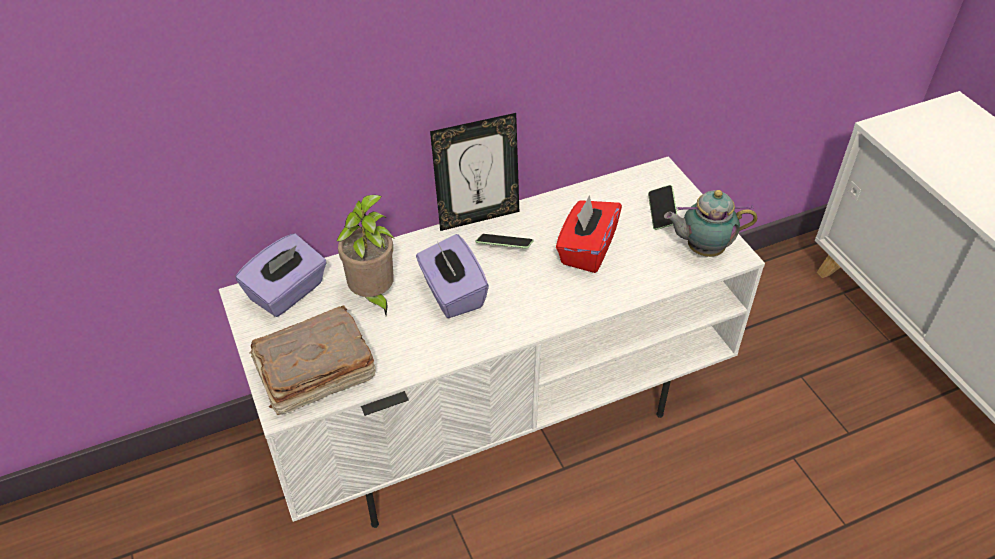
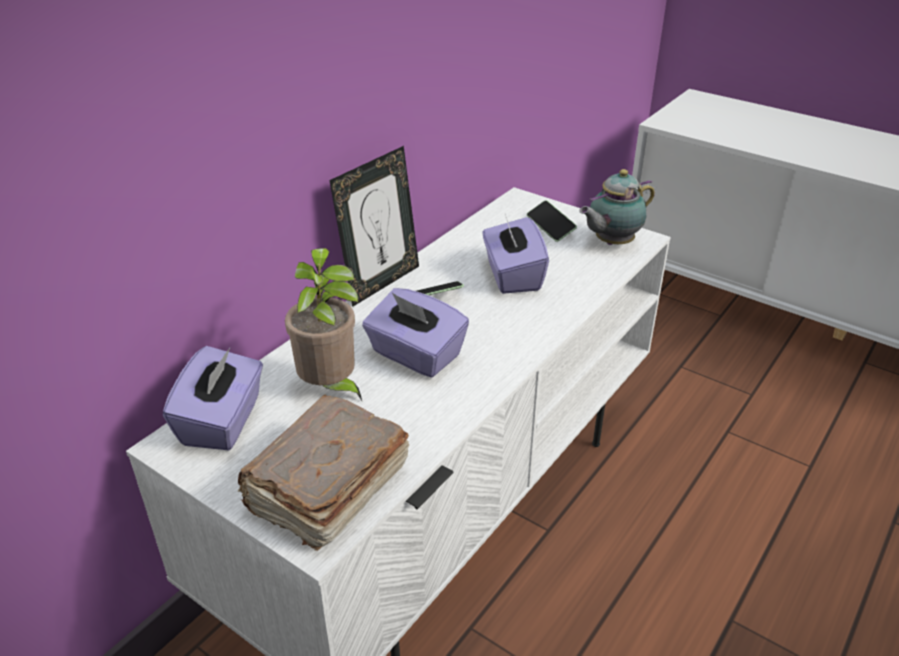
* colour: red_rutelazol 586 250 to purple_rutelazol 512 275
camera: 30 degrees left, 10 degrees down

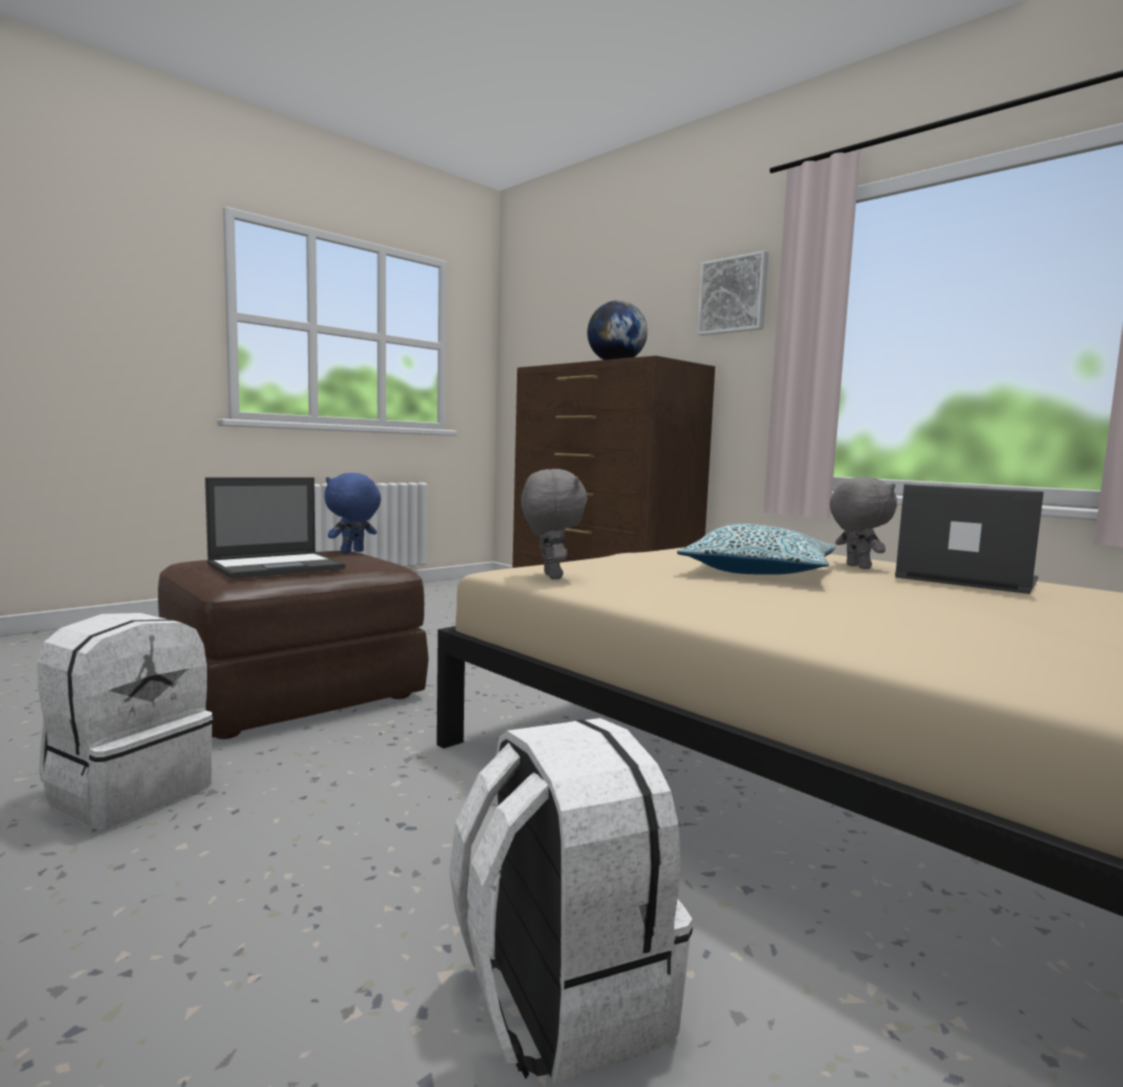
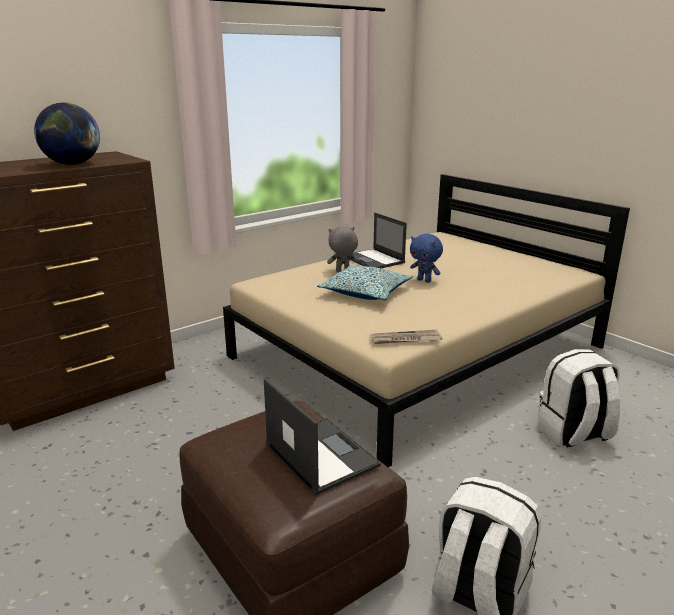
* missing: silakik 733 295
* relocated: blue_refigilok 353 552 to 424 280
* exchanged: grey_refigilok 550 576 to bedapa 405 339
* spun: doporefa 964 579 = 374 260 75 degrees counterclockwise
camera: 85 degrees left, 15 degrees up

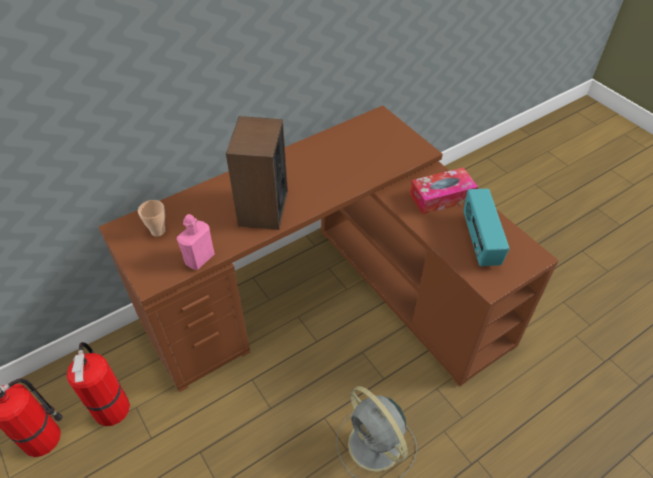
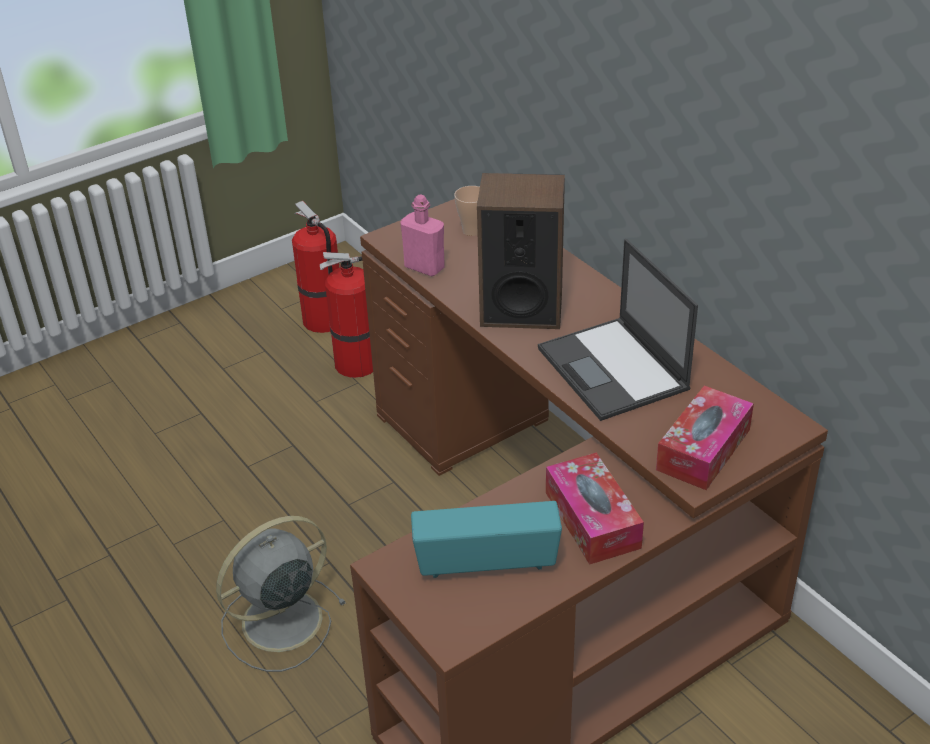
* appeared: doporefa 614 370
* appeared: rutelazol 703 449
camera: 90 degrees right, 10 degrees down

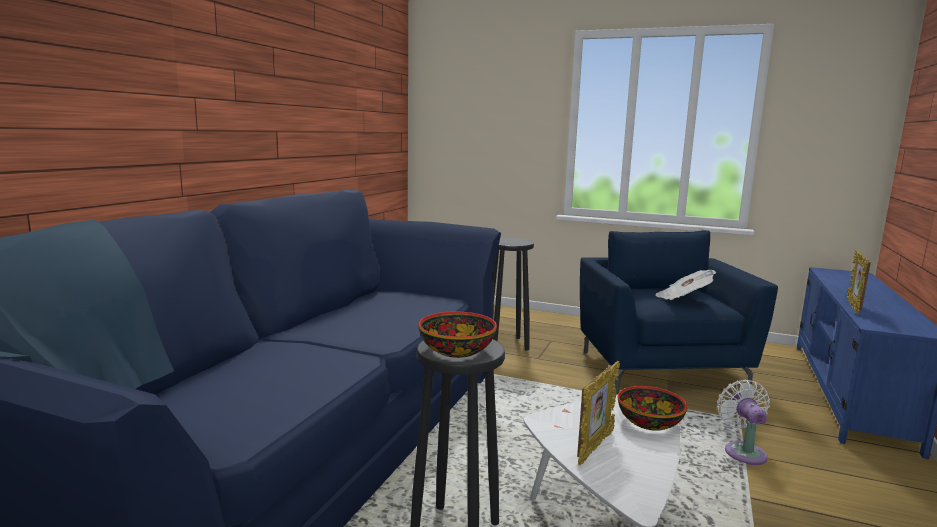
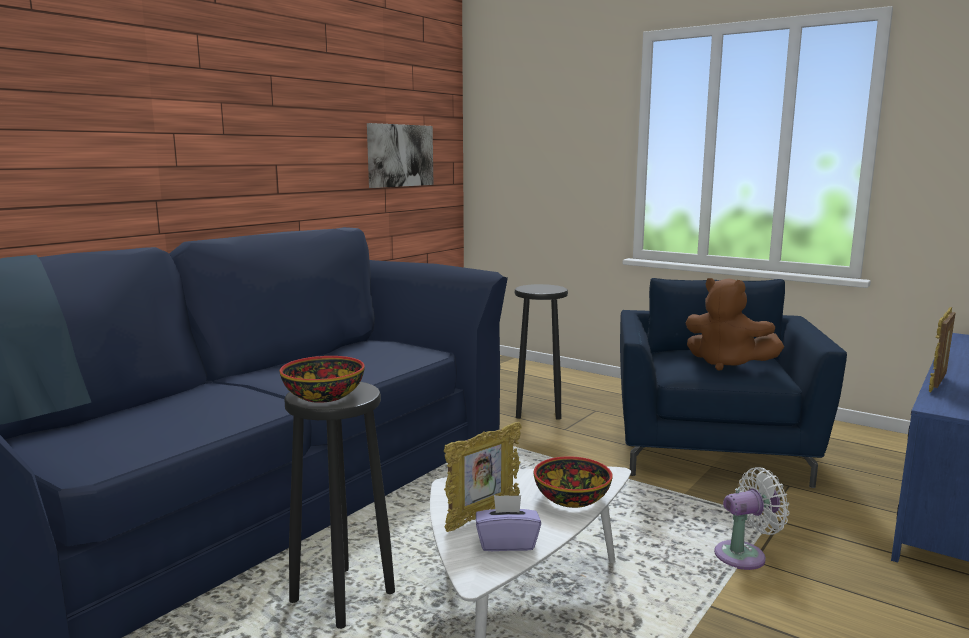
* appeared: silakik 400 155
* appeared: purple_rutelazol 507 543
* exchanged: bedapa 683 298 to brown_refigilok 726 364
* spun: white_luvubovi 743 451 = 745 555 60 degrees clockwise
camera: 15 degrees right, 0 degrees up

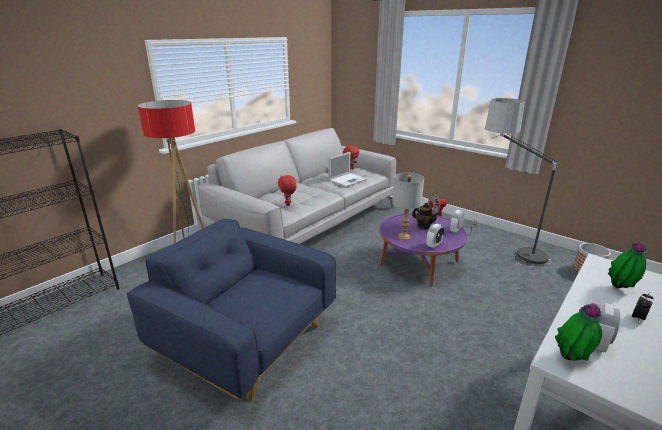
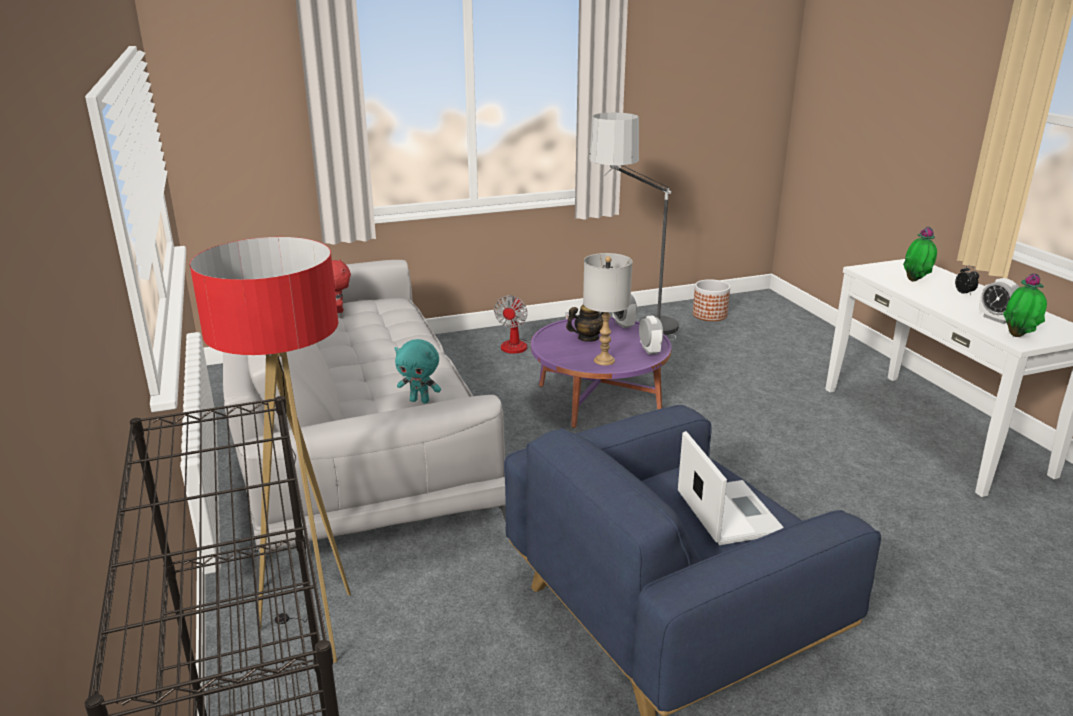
* relocated: doporefa 348 180 to 727 512
* colour: red_refigilok 288 204 to turquoise_refigilok 420 400
camera: 60 degrees left, 0 degrees up

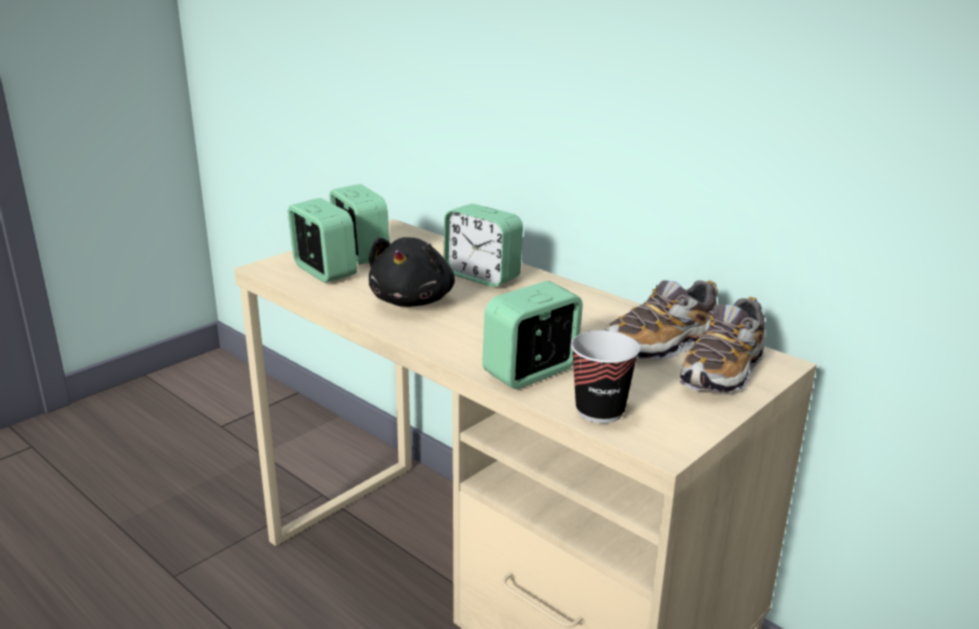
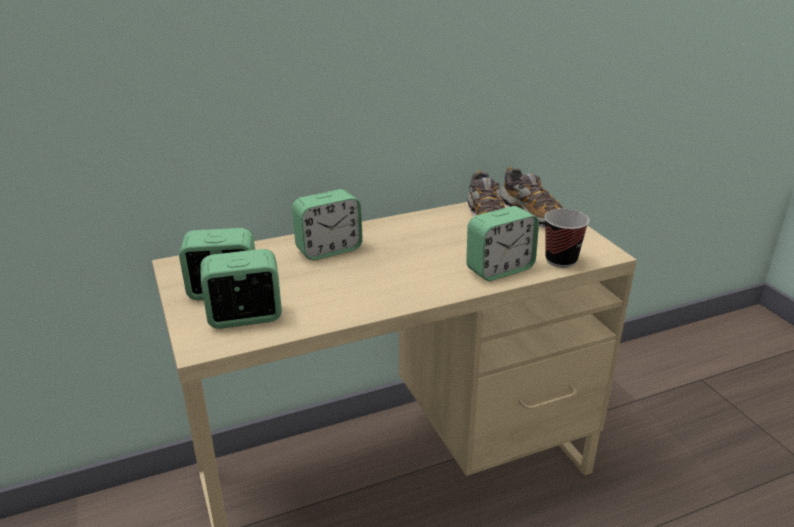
* missing: black_refigilok 413 300
* spun: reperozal 531 372 = 499 269 105 degrees counterclockwise
camera: 65 degrees left, 5 degrees up

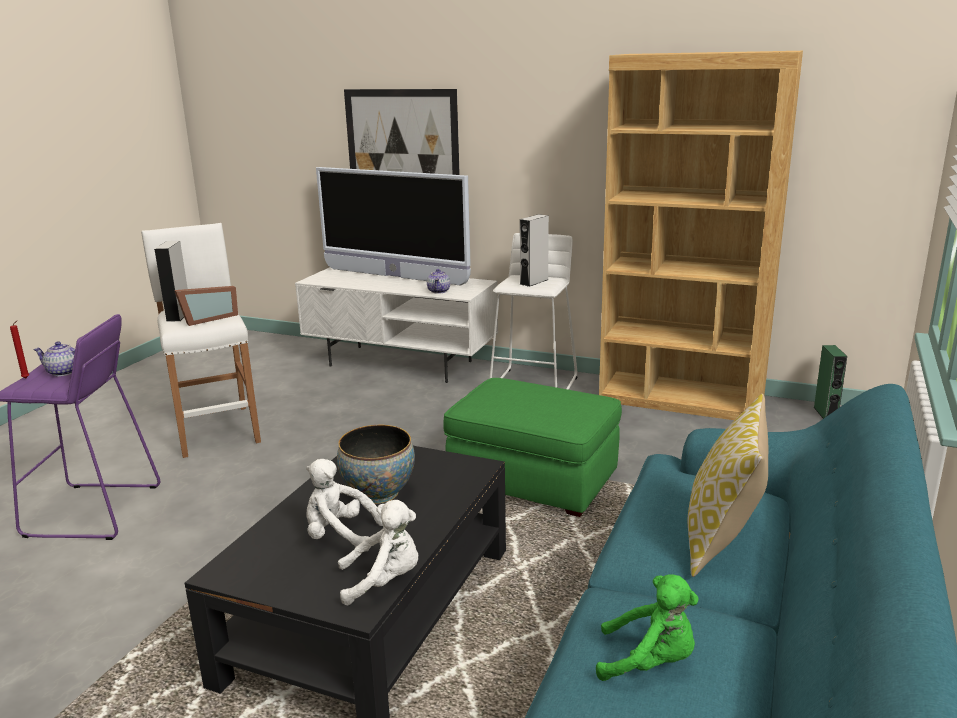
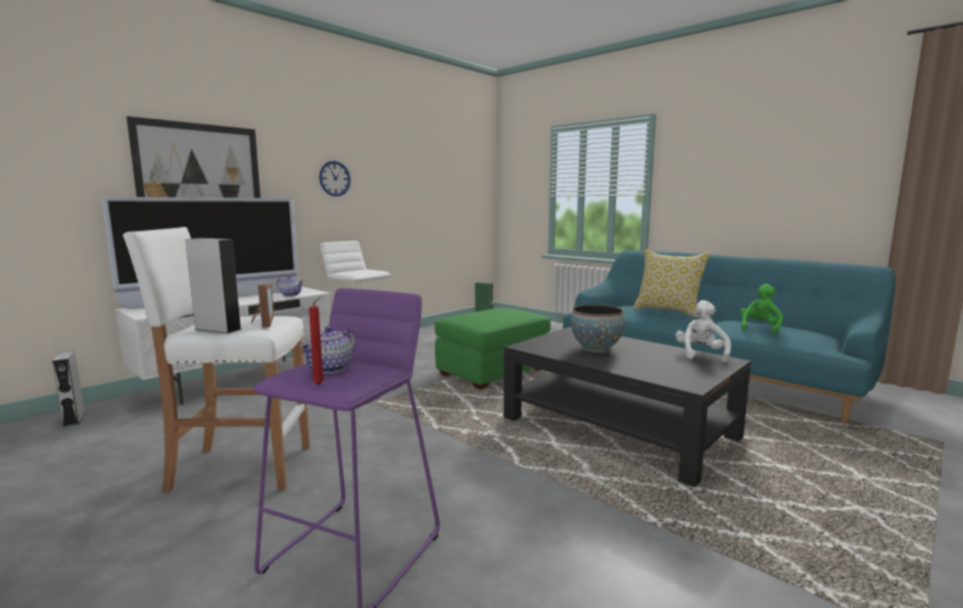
* missing: white_refigilok 340 536
* missing: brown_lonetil 681 400
* appeared: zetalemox 334 178
* relocated: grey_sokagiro 534 282 to 74 419
camera: 70 degrees left, 10 degrees down

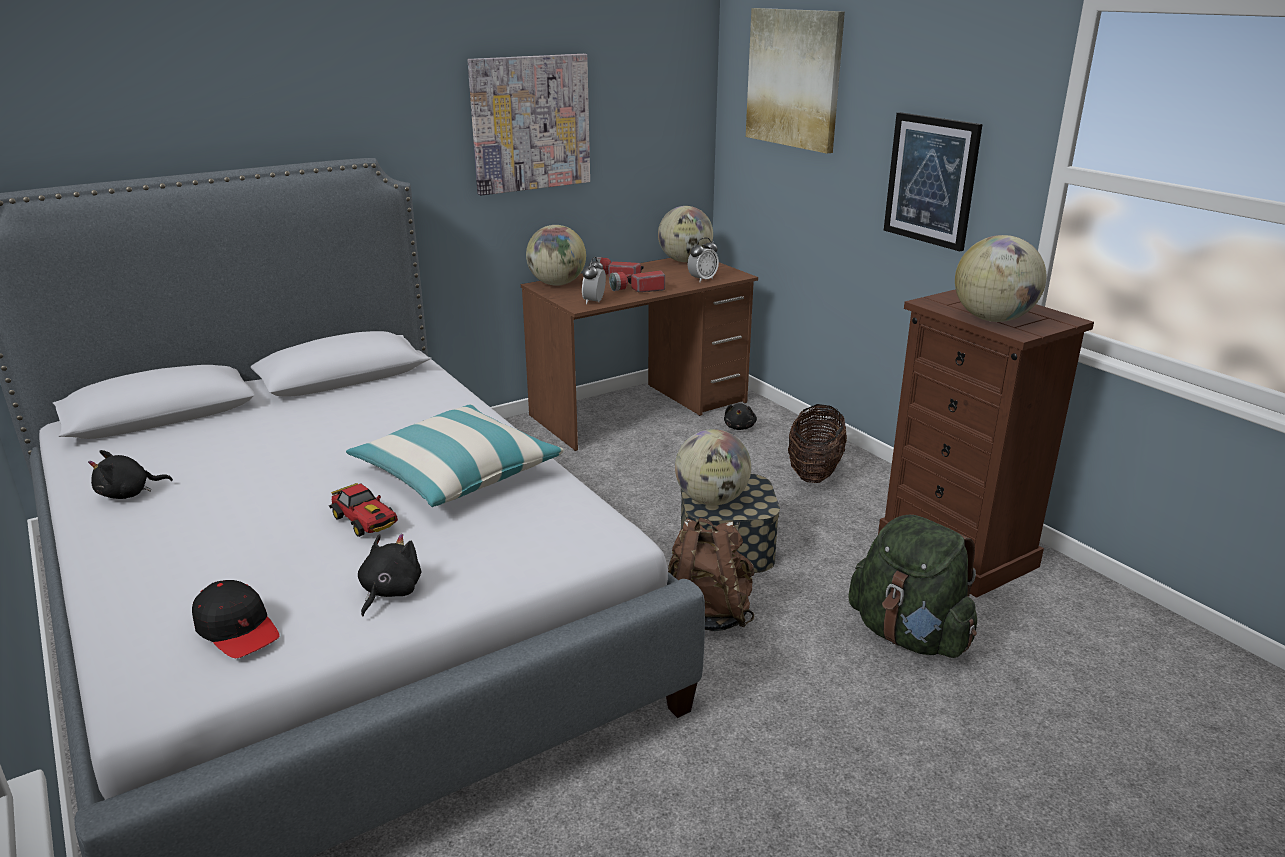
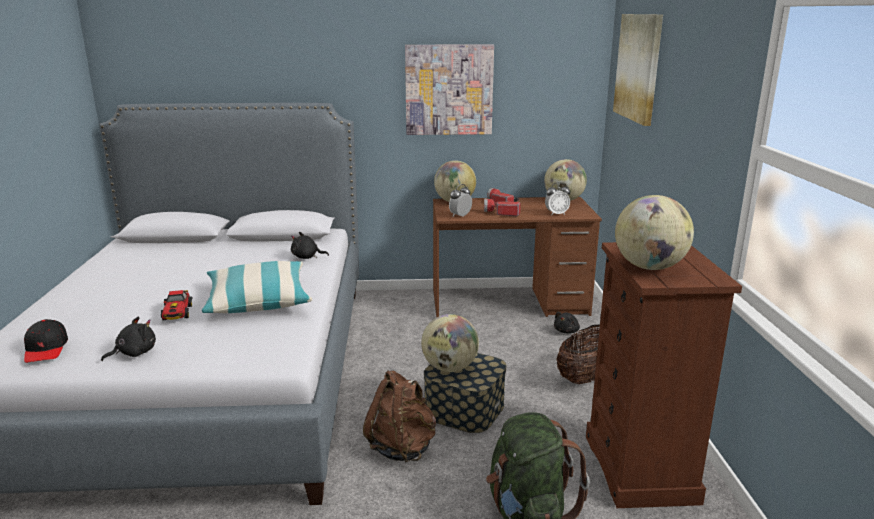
* missing: silakik 931 180
* relocated: black_refigilok 128 493 to 307 257
camera: 30 degrees right, 5 degrees down

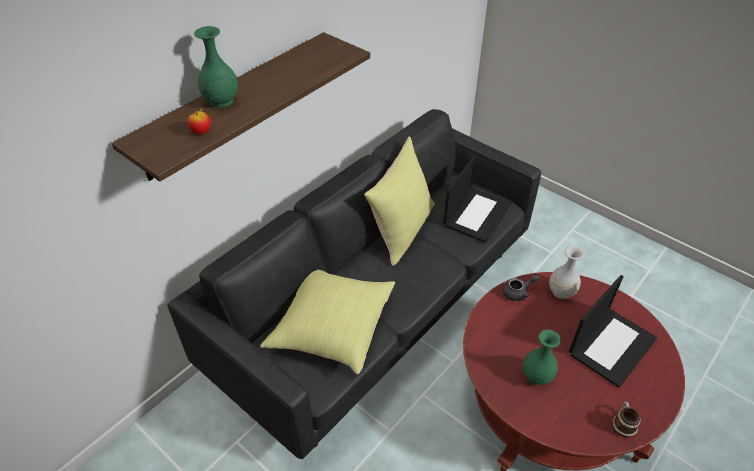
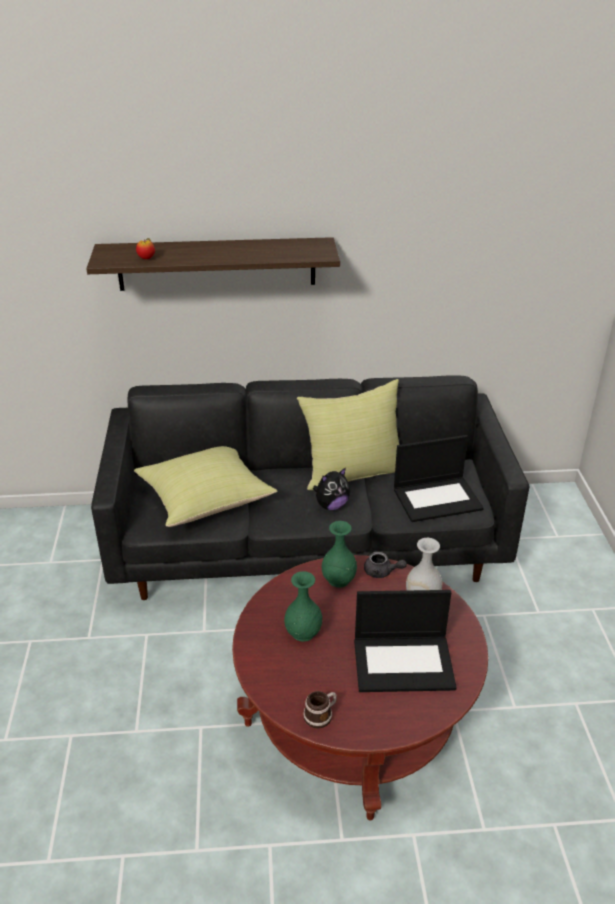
* appeared: refigilok 331 505
* relocated: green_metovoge 221 101 to 338 580
camera: 45 degrees right, 10 degrees down

